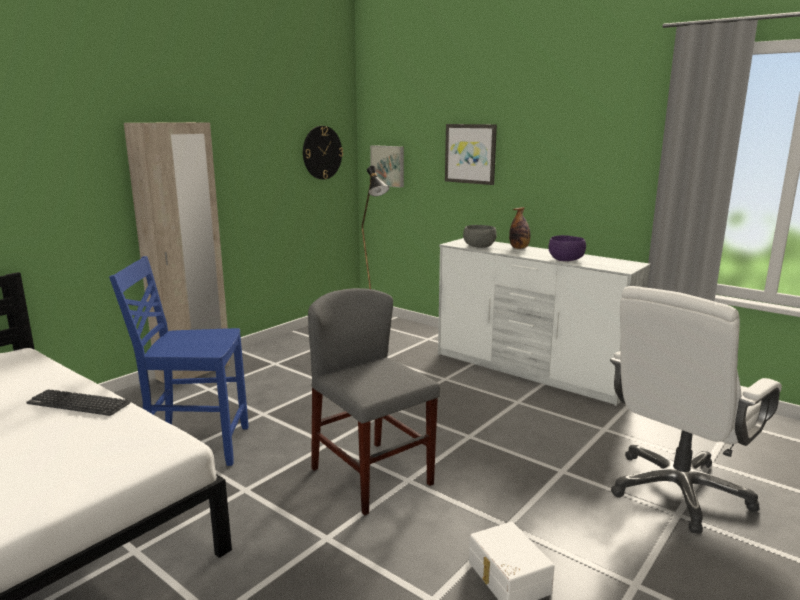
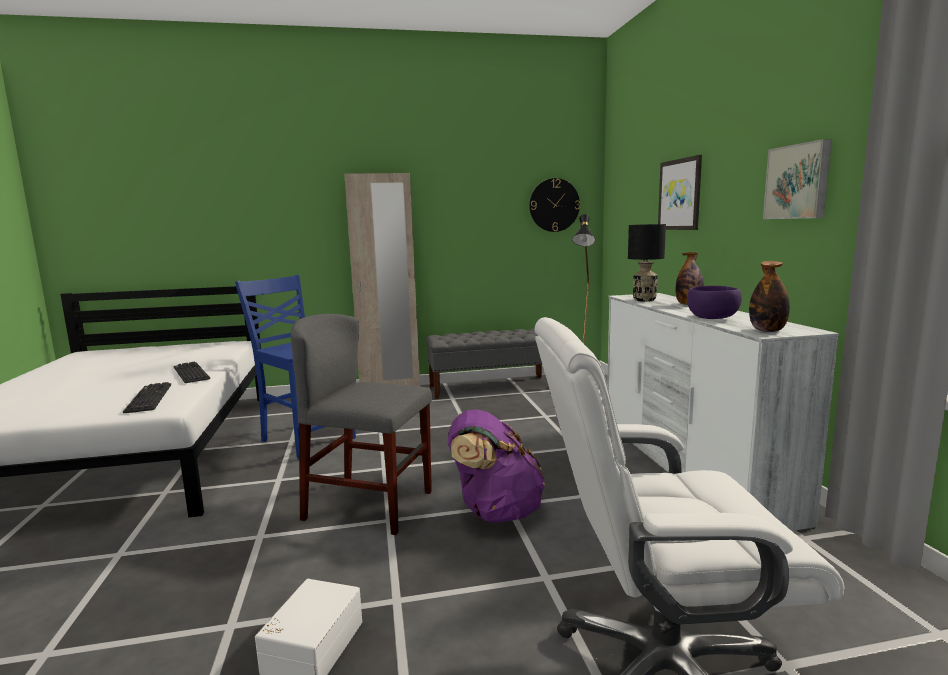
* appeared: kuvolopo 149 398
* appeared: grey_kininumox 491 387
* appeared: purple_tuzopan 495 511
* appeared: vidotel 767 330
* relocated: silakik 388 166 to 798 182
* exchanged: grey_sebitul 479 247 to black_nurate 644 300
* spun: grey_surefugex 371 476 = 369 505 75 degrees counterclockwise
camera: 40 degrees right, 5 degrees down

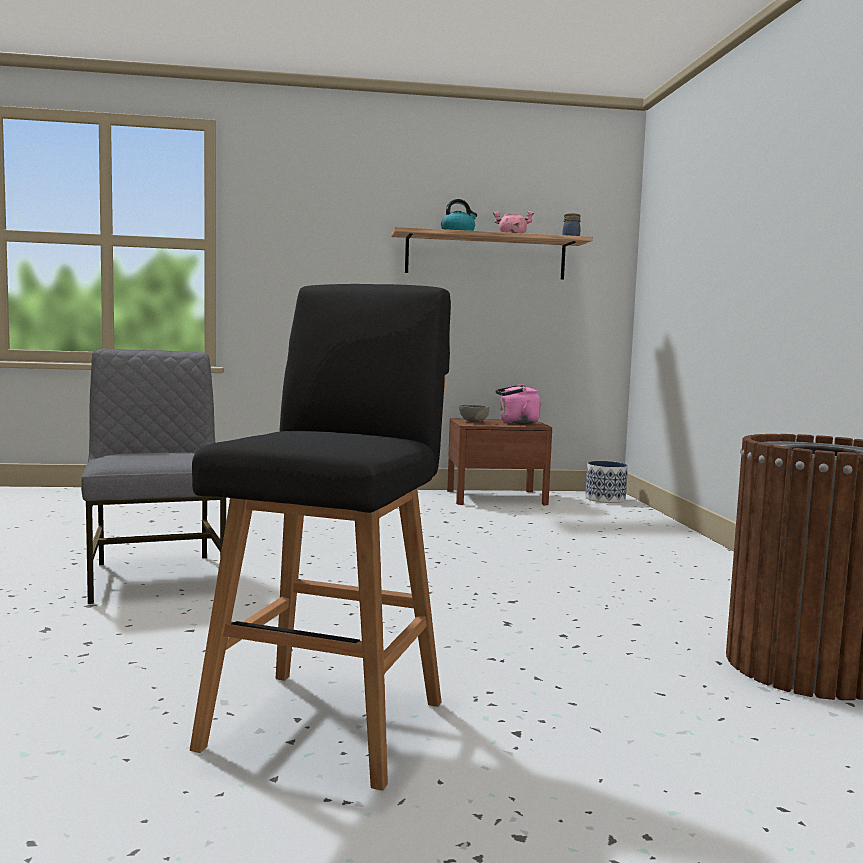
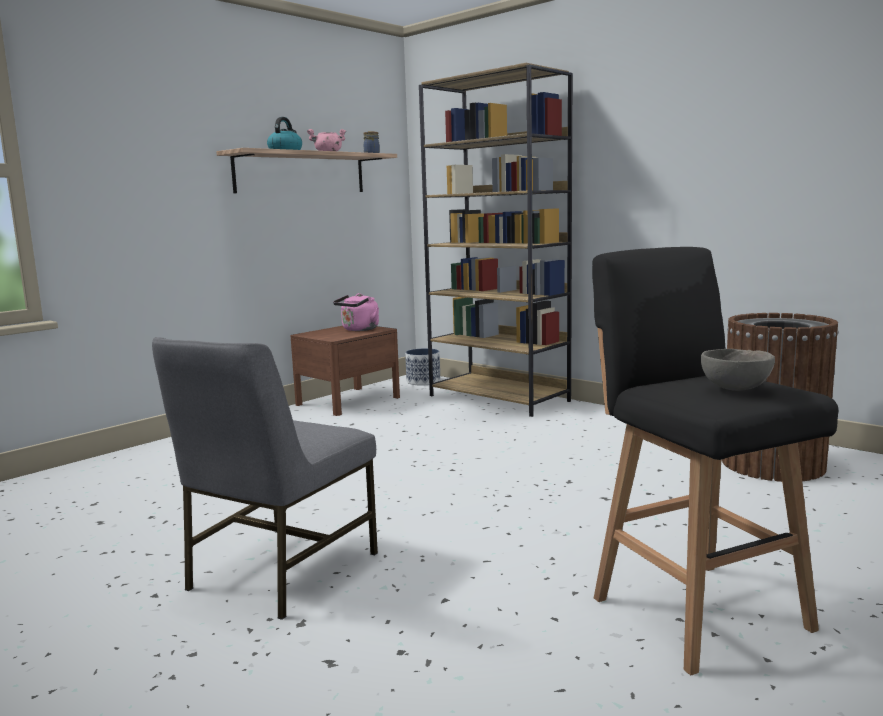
* appeared: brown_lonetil 499 398
* relocated: grey_sebitul 474 422 to 737 389
* spun: grey_surefugex 156 576 = 279 571 90 degrees counterclockwise
camera: 40 degrees left, 5 degrees up

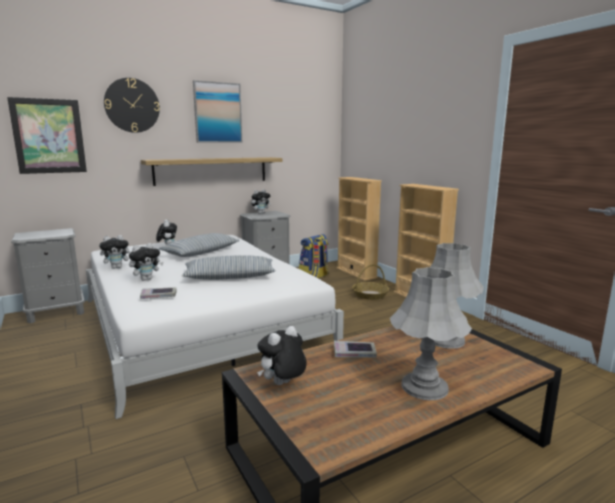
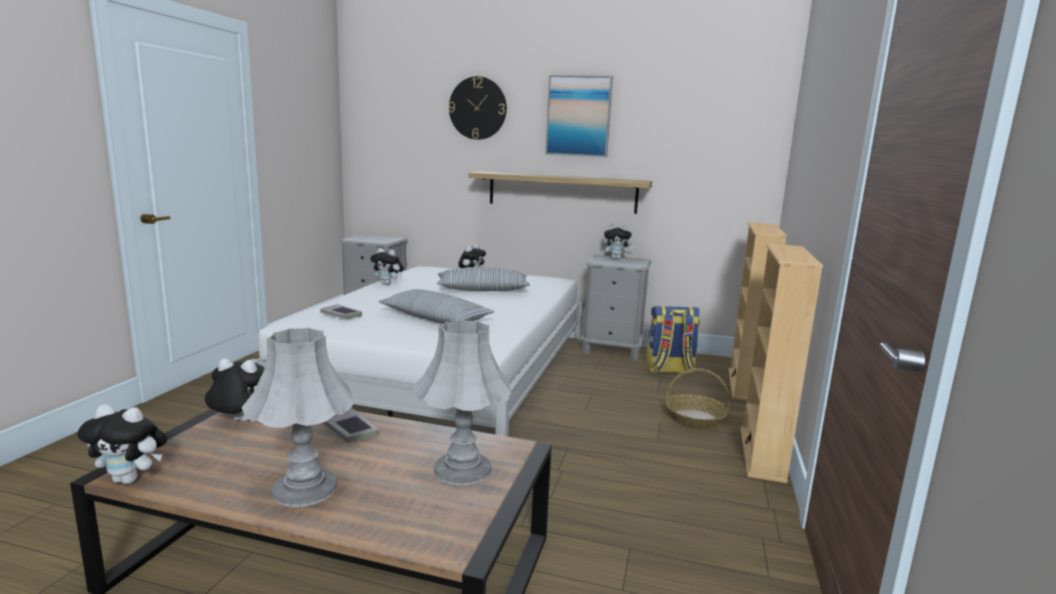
* missing: silakik 49 136
* relocated: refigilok 146 279 to 131 479
camera: 45 degrees right, 0 degrees up

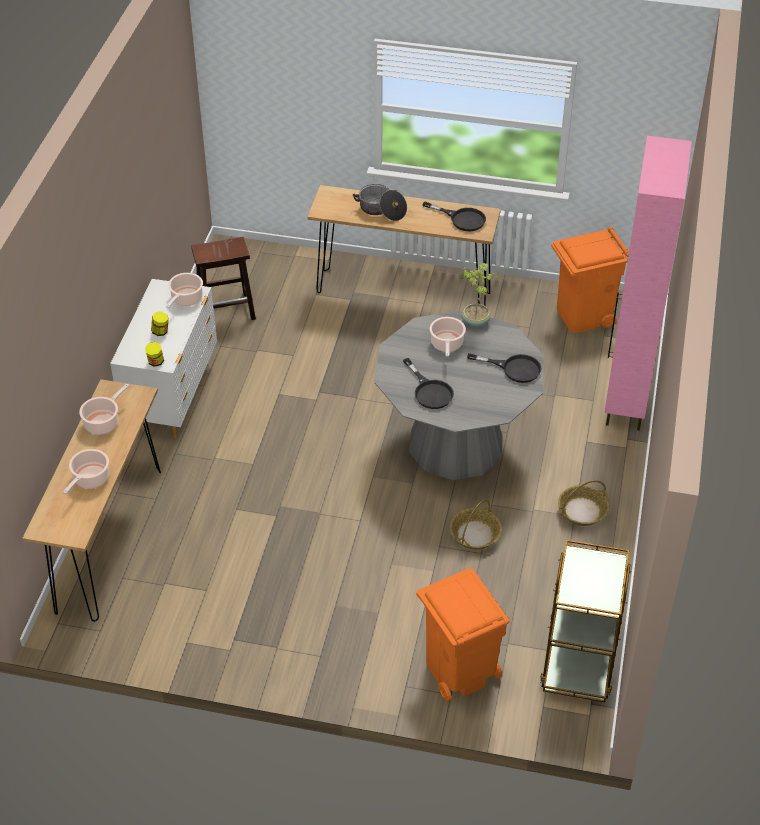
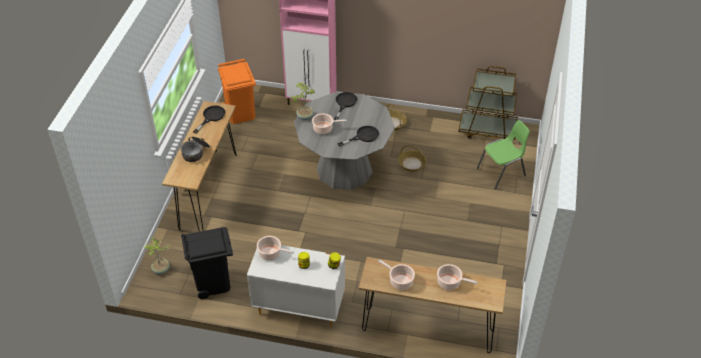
* appeared: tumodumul 161 270
* exchanged: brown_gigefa 227 310 to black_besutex 213 282
* exchanged: orange_besutex 459 670 to green_surefugex 502 172
camera: 90 degrees left, 0 degrees up

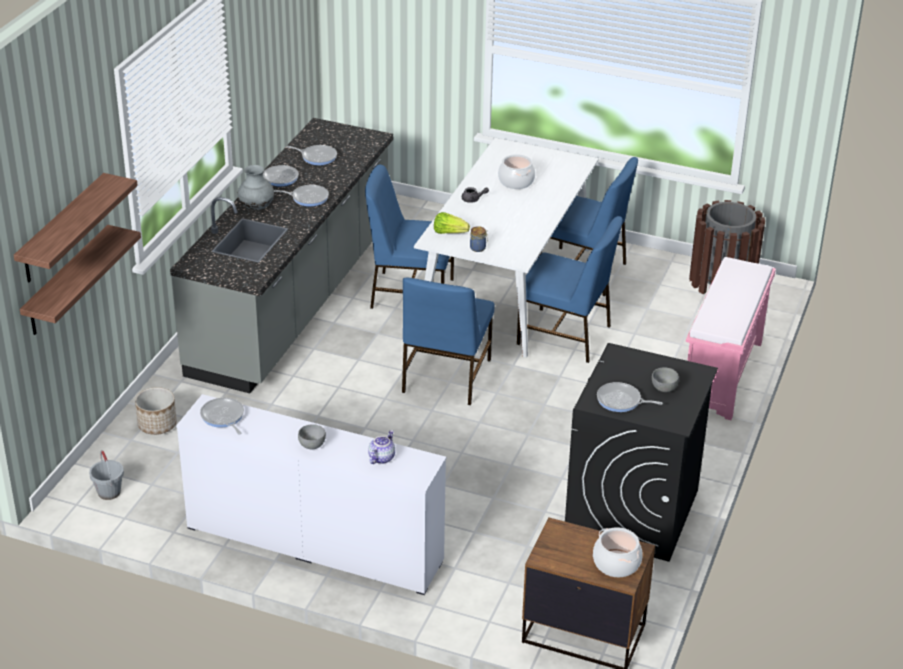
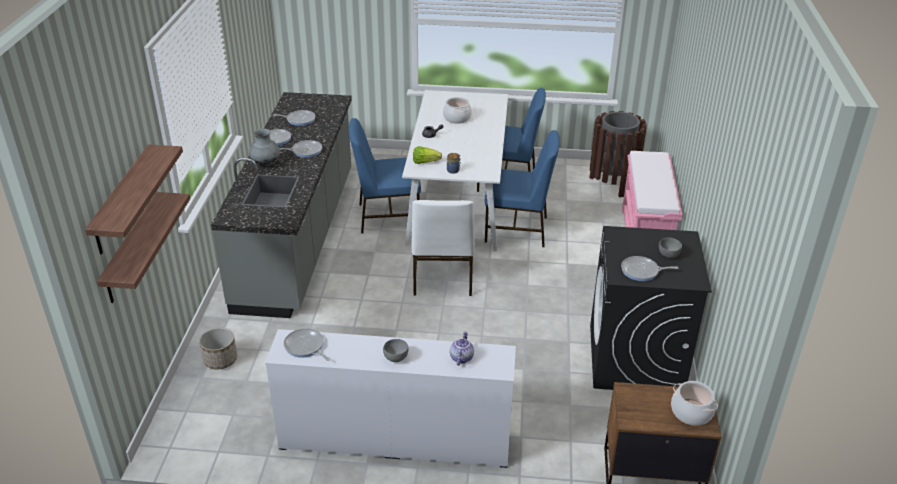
* missing: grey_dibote 109 492
* colour: blue_surefugex 445 377 to white_surefugex 442 277
camera: 15 degrees left, 0 degrees up

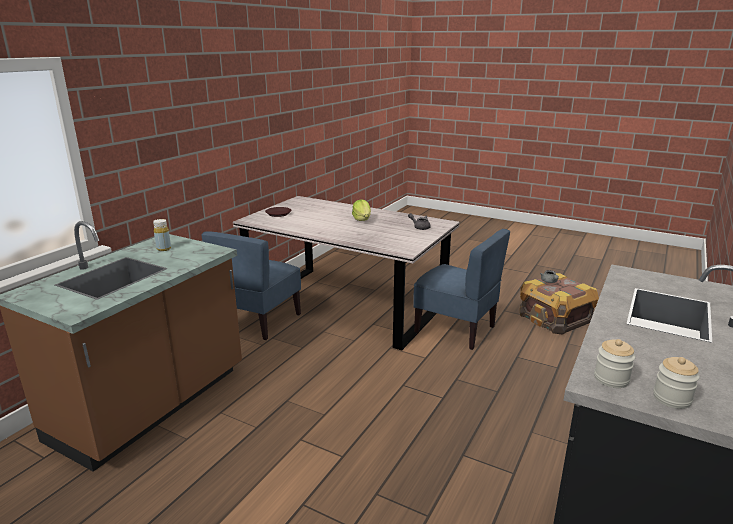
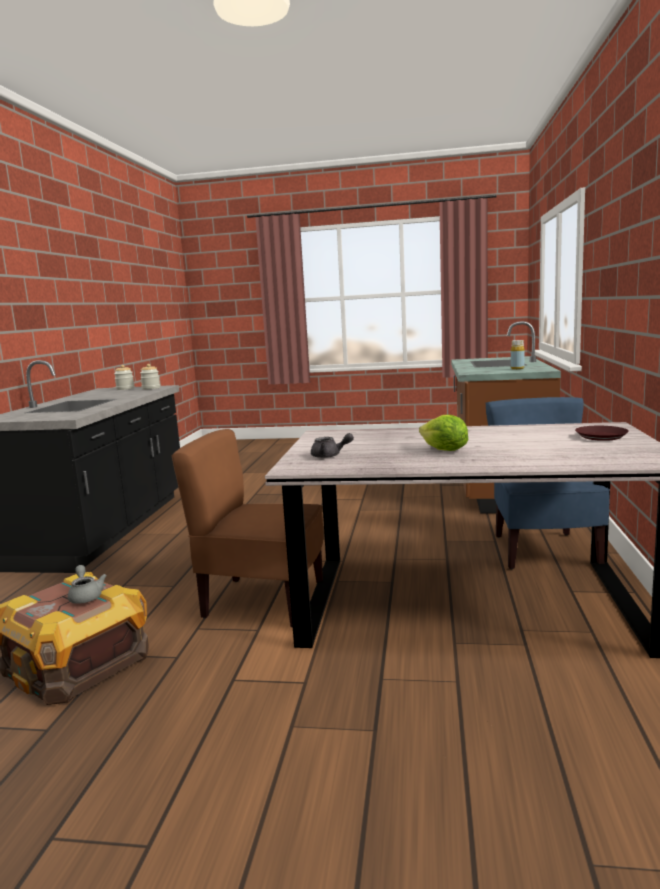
* colour: blue_surefugex 455 329 to brown_surefugex 263 601
camera: 160 degrees right, 10 degrees down

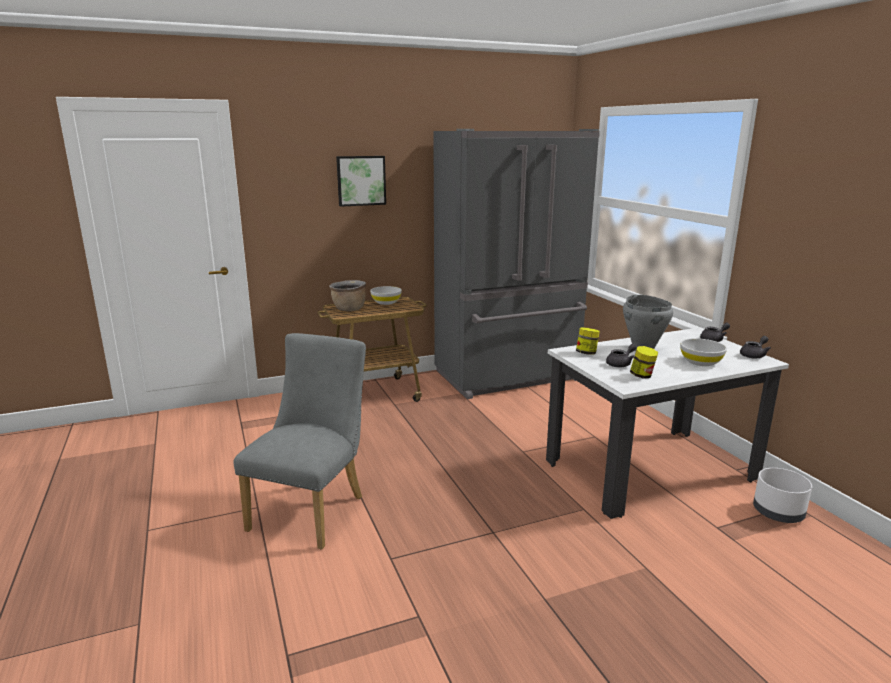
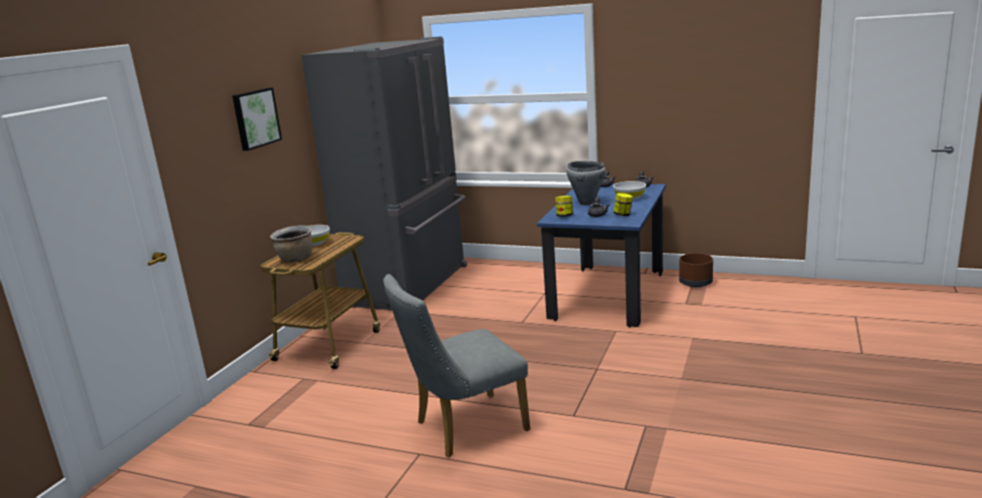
* colour: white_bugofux 650 470 to blue_bugofux 608 295
* colour: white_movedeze 777 512 to brown_movedeze 695 283
* spun: grey_surefugex 312 509 = 463 428 90 degrees counterclockwise
camera: 45 degrees left, 0 degrees up

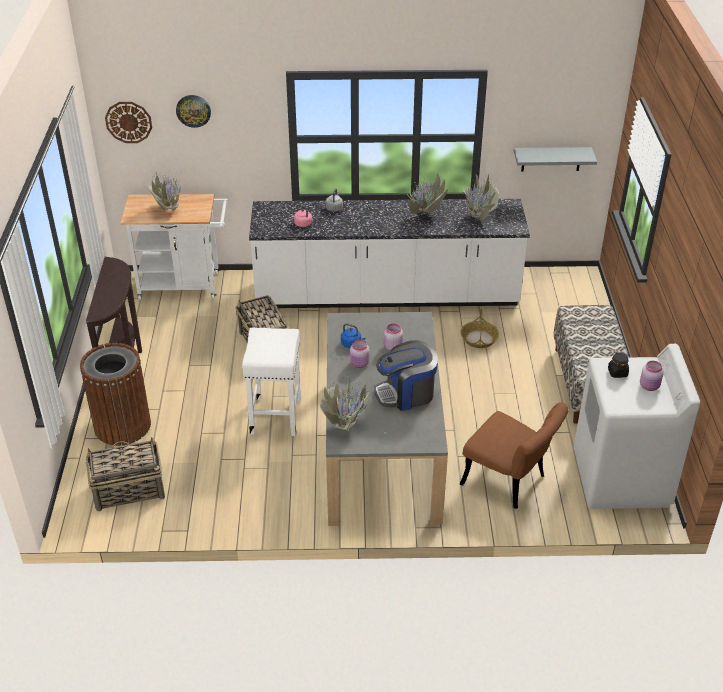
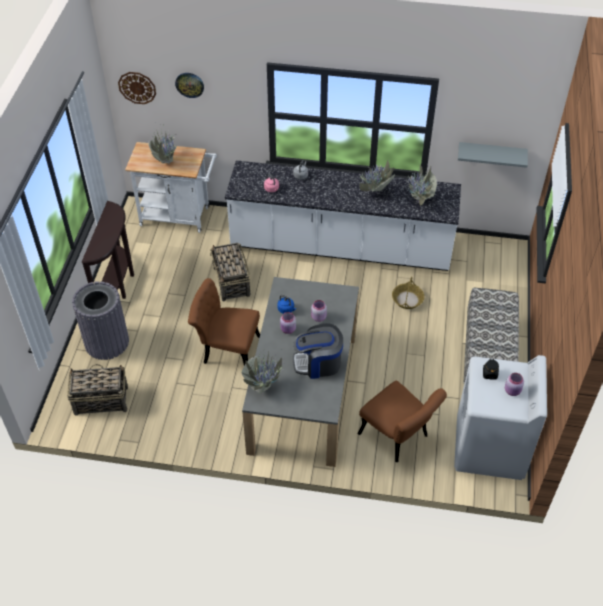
* exchanged: white_gigefa 275 415 to brown_surefugex 226 349
* colour: brown_besutex 122 426 to grey_besutex 106 342
camera: 10 degrees right, 10 degrees up

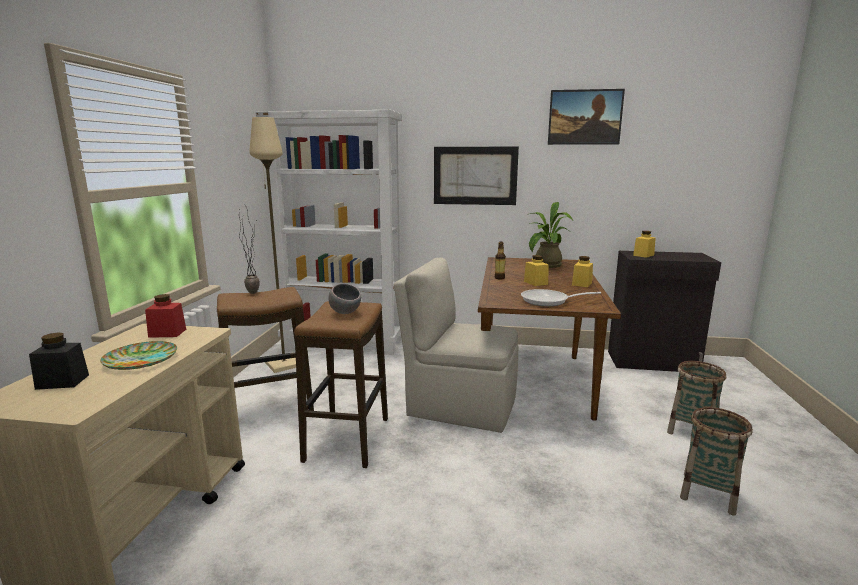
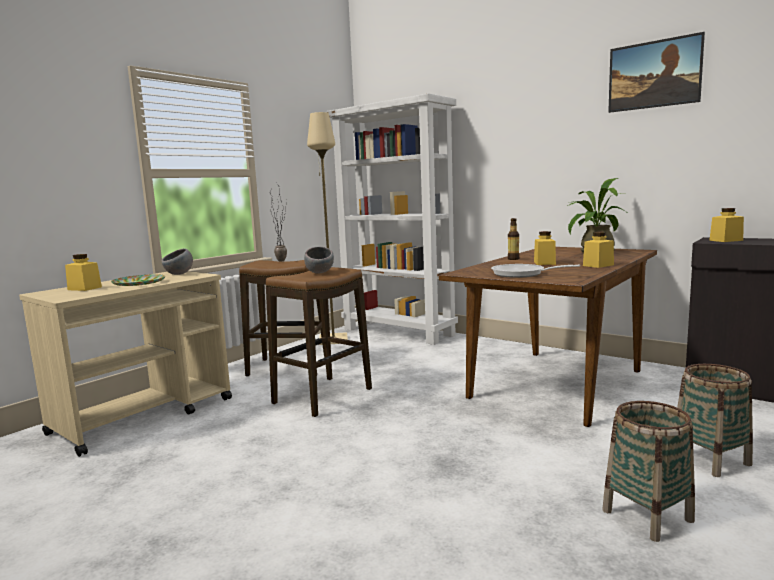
* missing: beige_surefugex 459 406
* missing: silakik 475 176
* exchanged: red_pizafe 167 333 to grey_sebitul 179 274
* colour: black_pizafe 62 382 to yellow_pizafe 84 288
camera: 30 degrees right, 5 degrees down

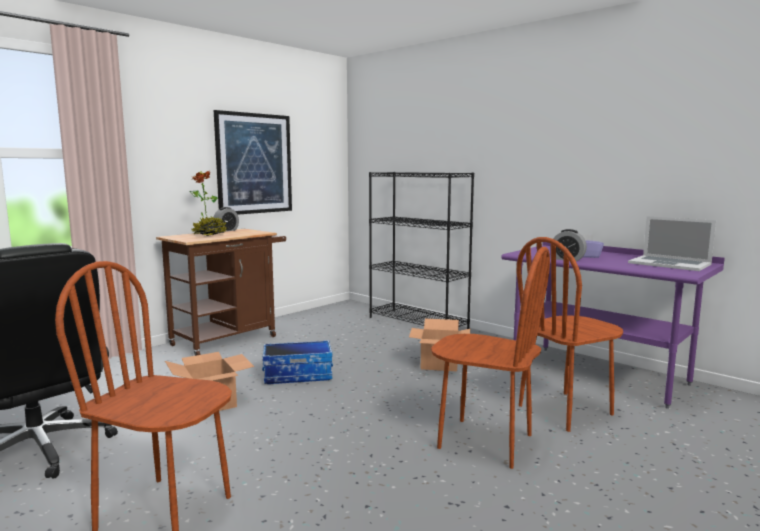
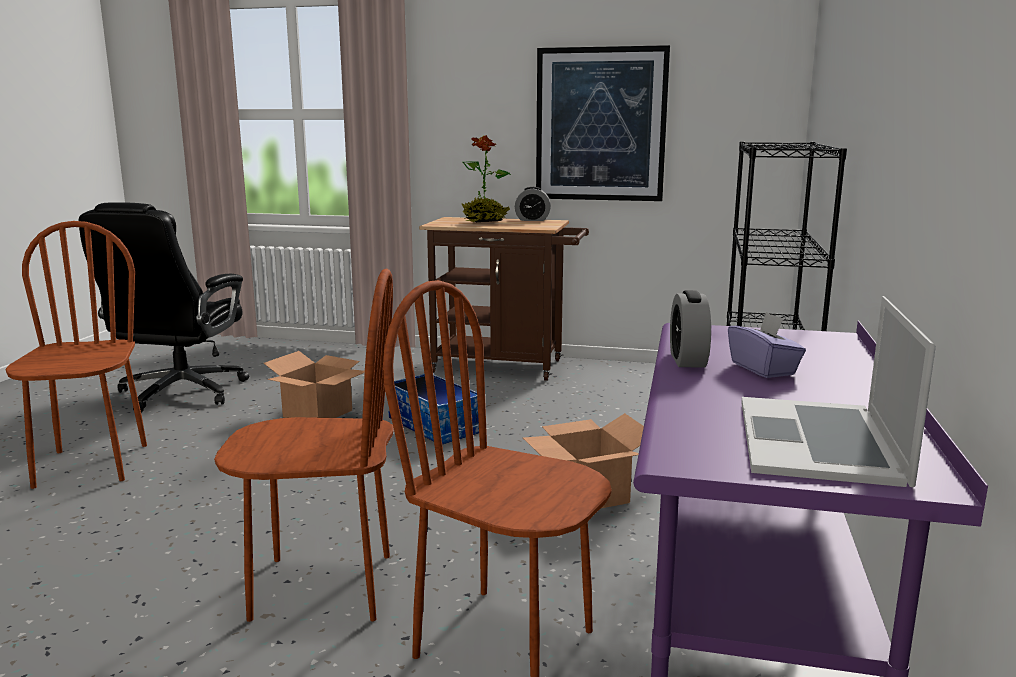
* spun: brown_surefugex 485 442 = 323 587 90 degrees counterclockwise
camera: 60 degrees right, 5 degrees up

